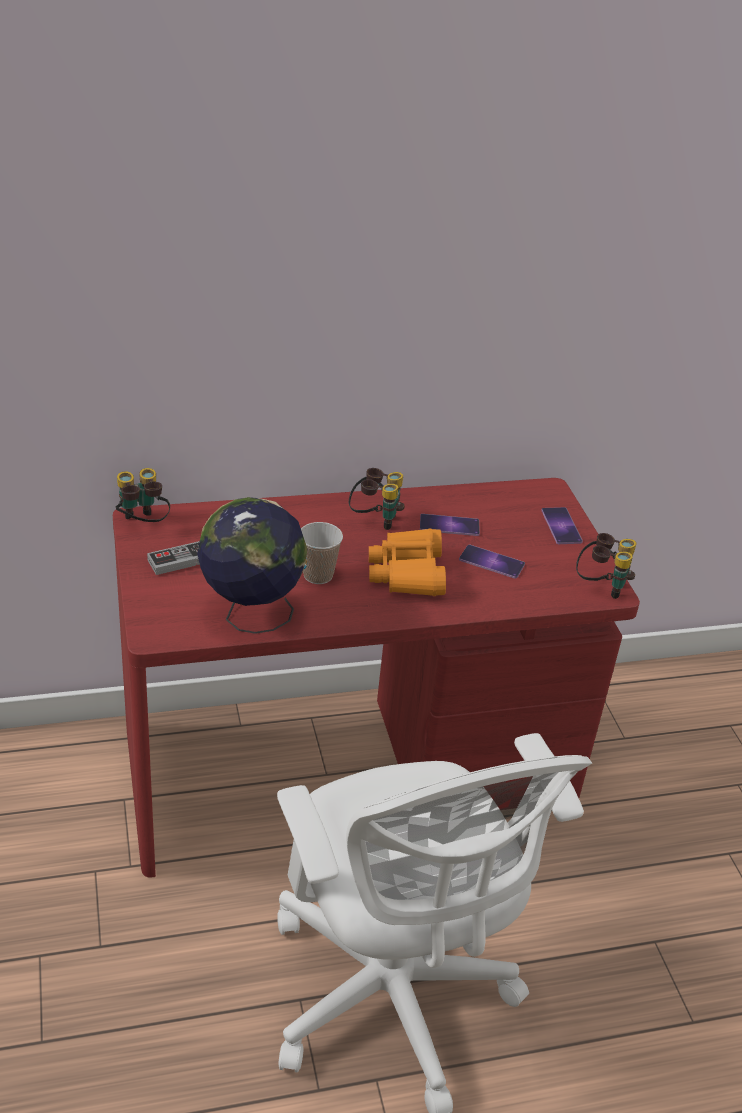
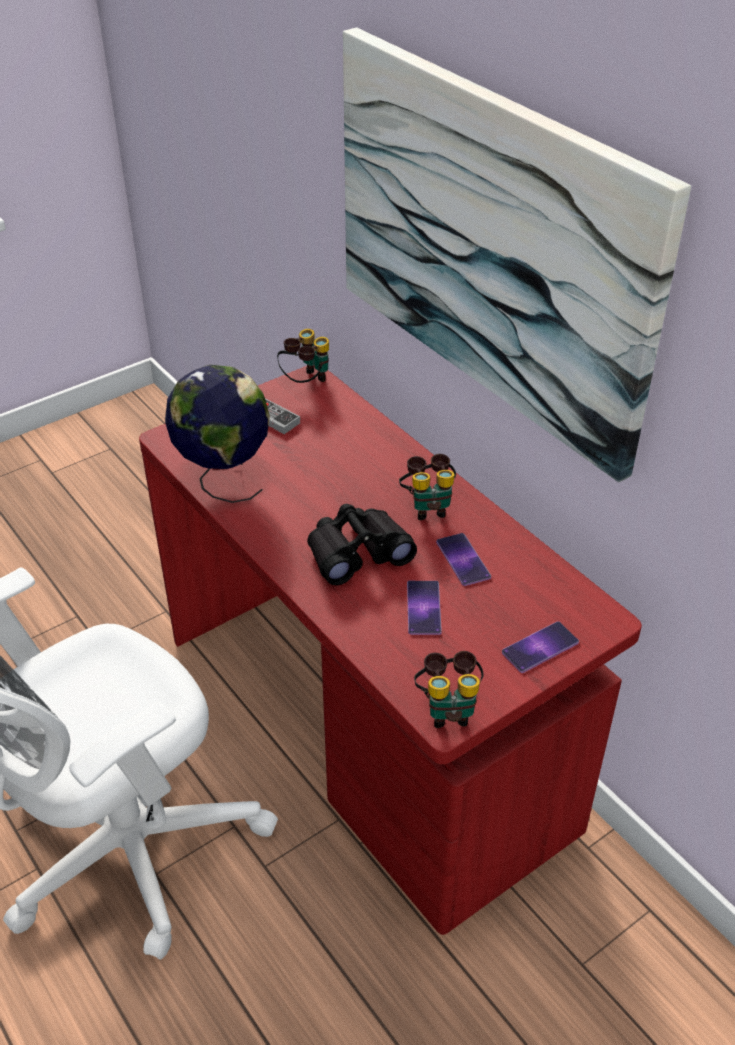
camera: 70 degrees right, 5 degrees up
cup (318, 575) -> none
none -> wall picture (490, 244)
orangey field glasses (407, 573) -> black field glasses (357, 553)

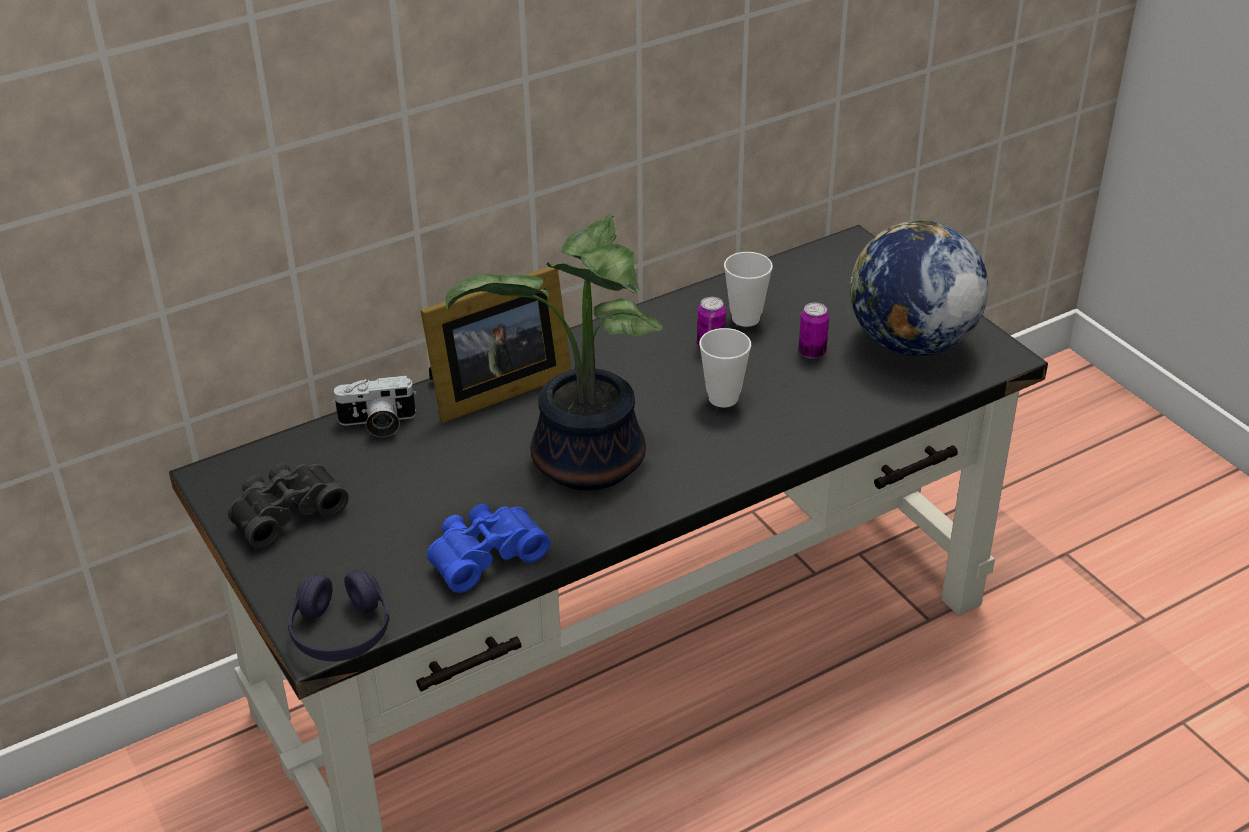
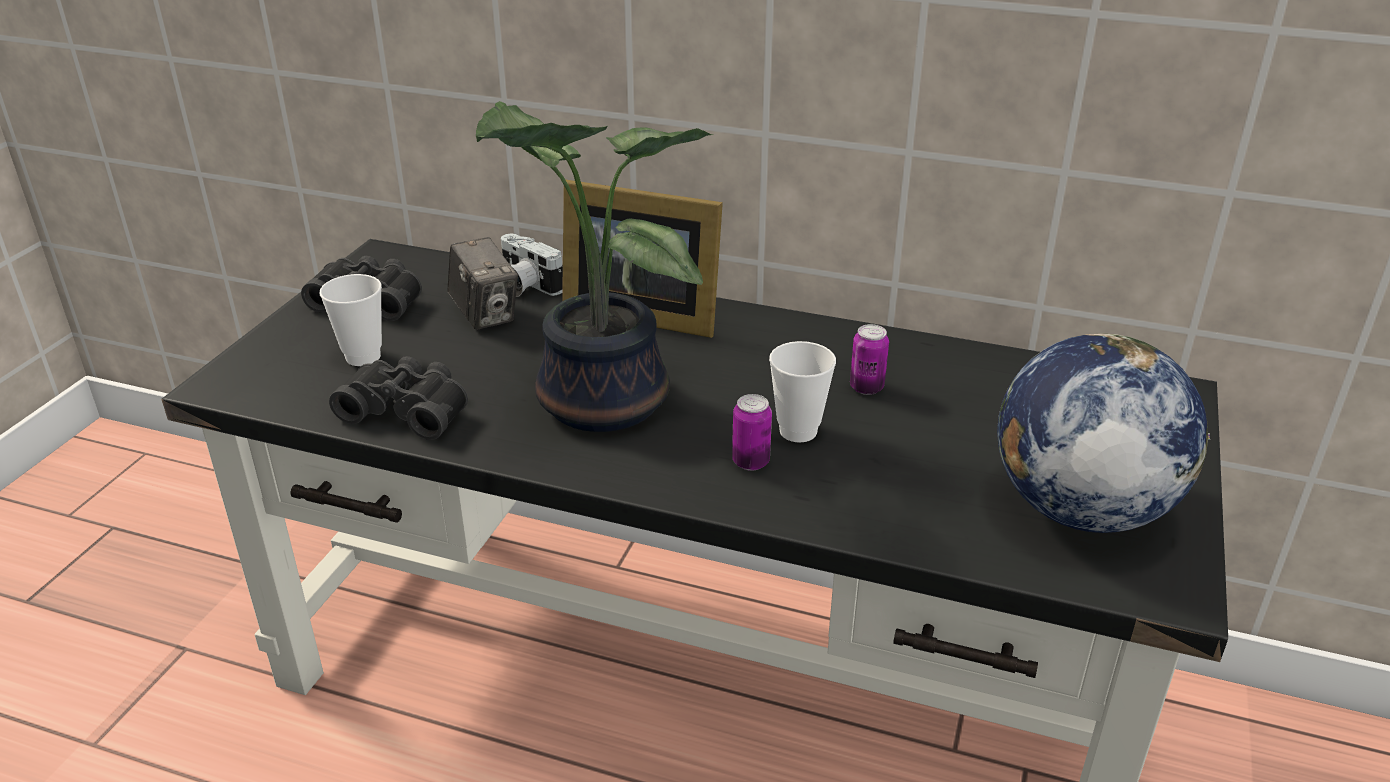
camera: 50 degrees right, 5 degrees down
purple headset (341, 631) -> none
none -> photo camera (485, 315)
cup (745, 318) -> cup (363, 357), relocated
can (812, 352) -> can (750, 462), relocated
blue field glasses (484, 554) -> black field glasses (408, 409)

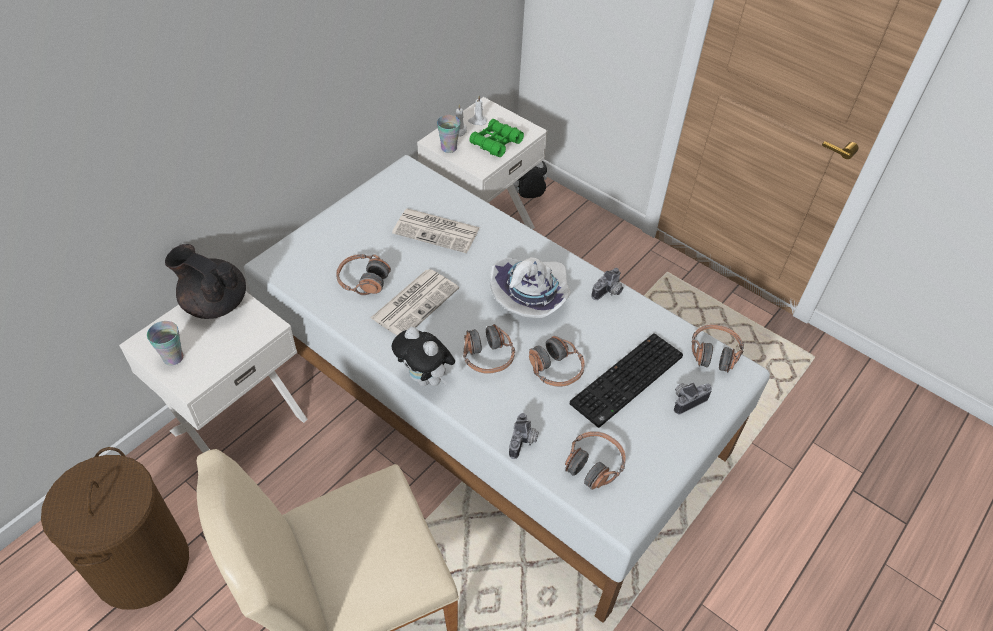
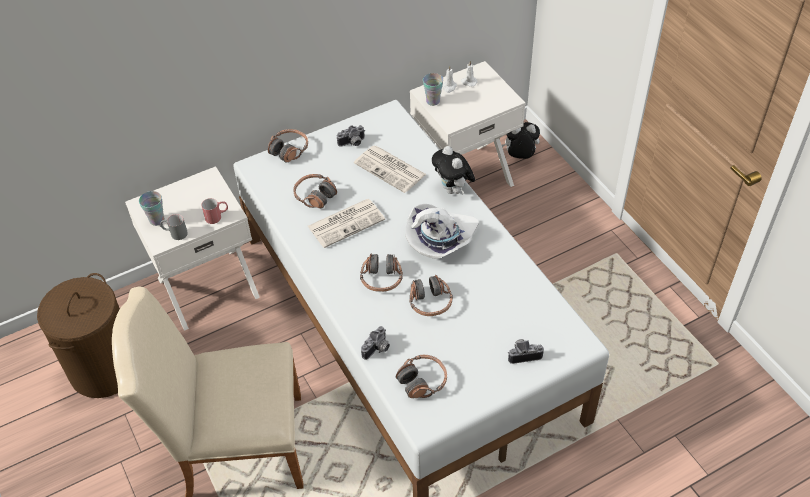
camera: 25 degrees right, 0 degrees up
black pot for tea (214, 303) -> none
green field glasses (496, 143) -> none
keyboard (627, 382) -> none
none -> grey coffee mug (175, 233)
none -> red-coloured coffee mug (217, 216)
cuddly toy (425, 379) -> cuddly toy (453, 190), relocated
photo camera (609, 292) -> photo camera (352, 143), relocated
headset (714, 353) -> headset (289, 150), relocated

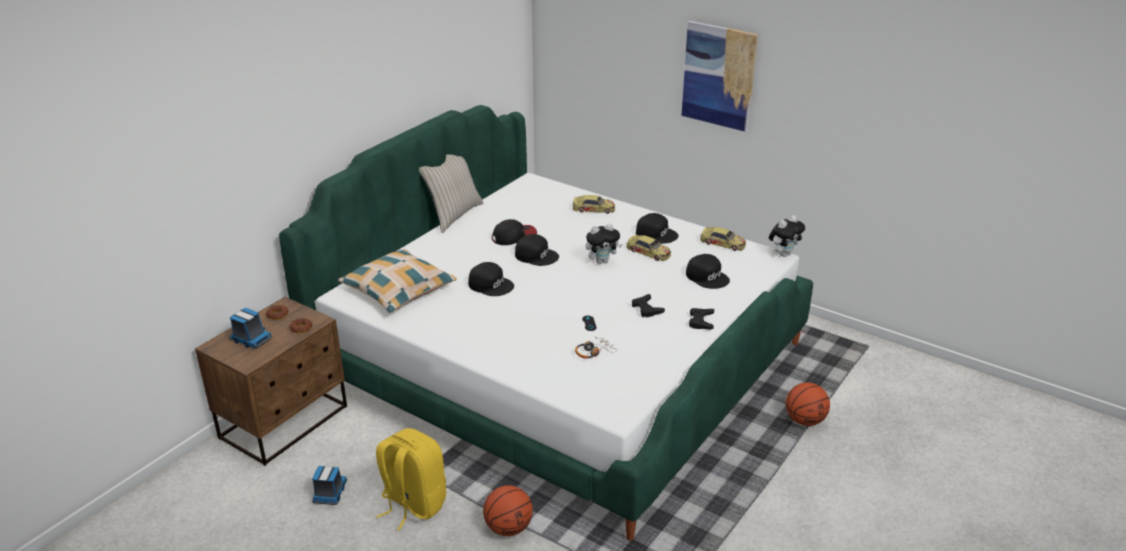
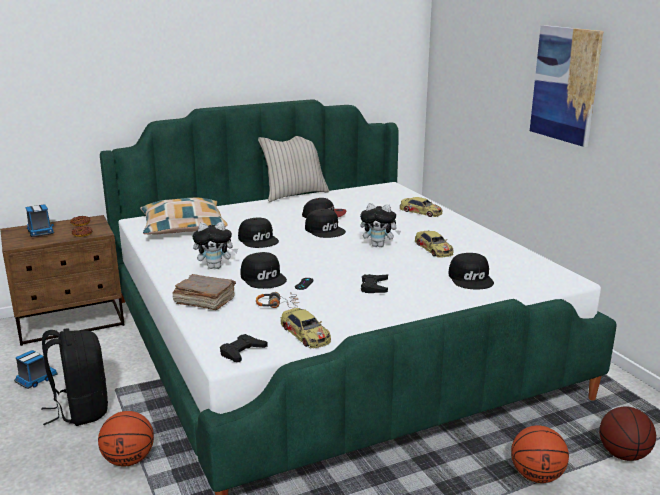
camera: 30 degrees right, 10 degrees down
none -> brown-coloured book (204, 301)
none -> ball for basketball (623, 455)
black cap (656, 234) -> black cap (264, 278), relocated
black game controller (701, 321) -> black game controller (242, 352), relocated
miniature car (723, 243) -> miniature car (305, 333), relocated
cuddly toy (784, 254) -> cuddly toy (215, 267), relocated
yellow-coloured knapsack (412, 504) -> black knapsack (80, 410)

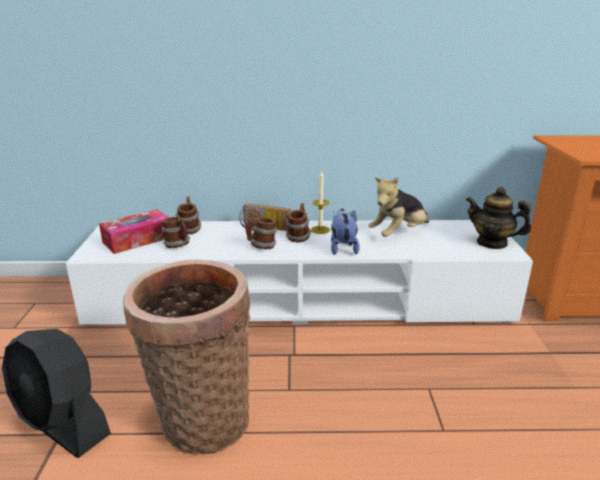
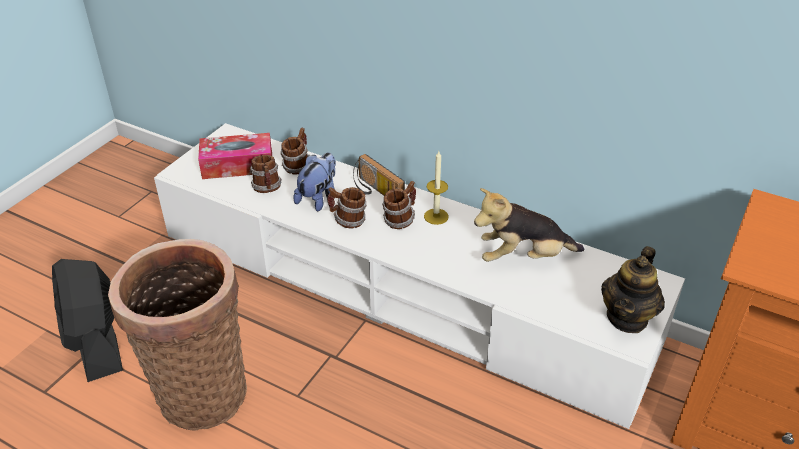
camera: 30 degrees right, 15 degrees up
cuddly toy (343, 247) -> cuddly toy (318, 197), relocated
pot for tea (492, 243) -> pot for tea (627, 318), 120 degrees counterclockwise

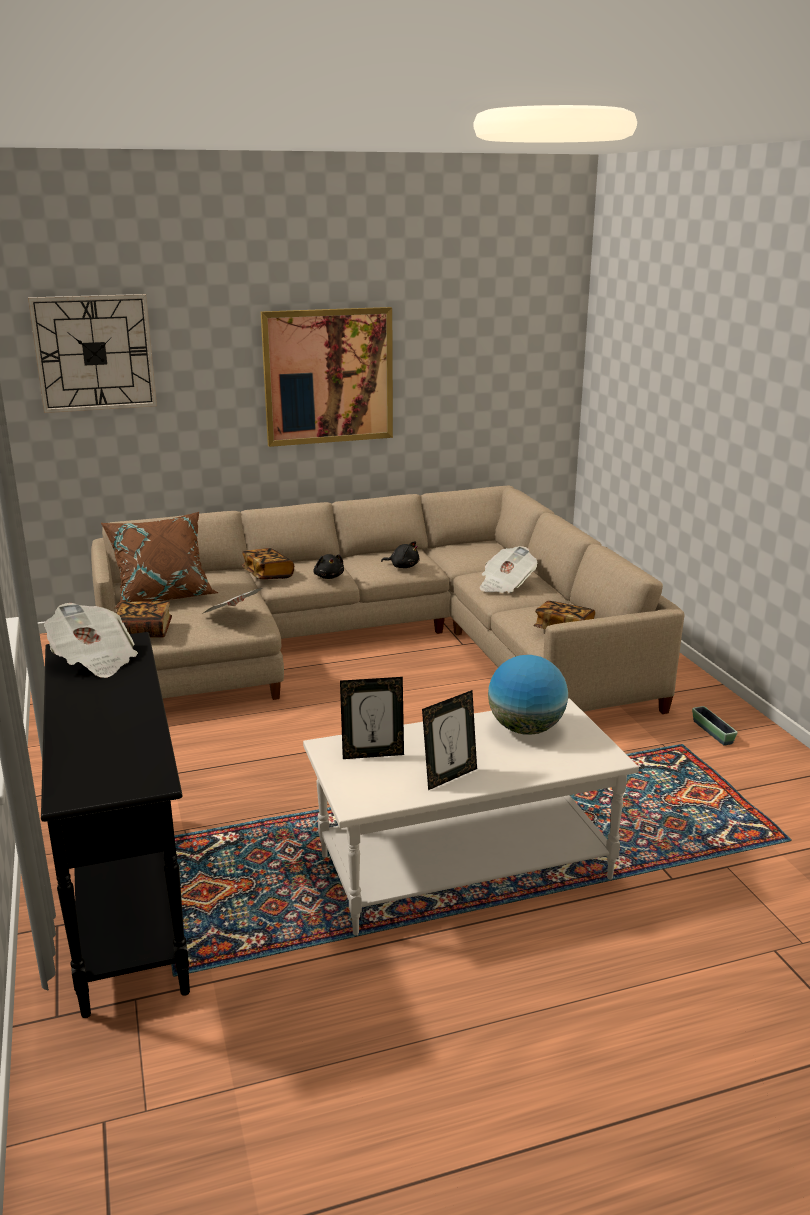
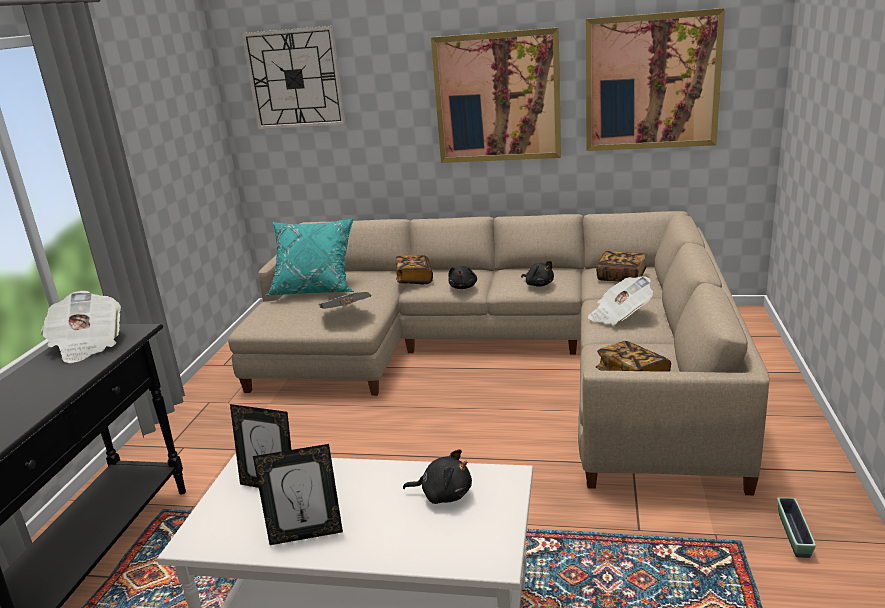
camera: 30 degrees right, 0 degrees up
none -> wall picture (651, 82)
book (144, 631) -> book (621, 277), relocated
world globe (525, 729) -> black cuddly toy (443, 494)
brown-coloured pillow (163, 596) -> blue-green pillow (315, 289)

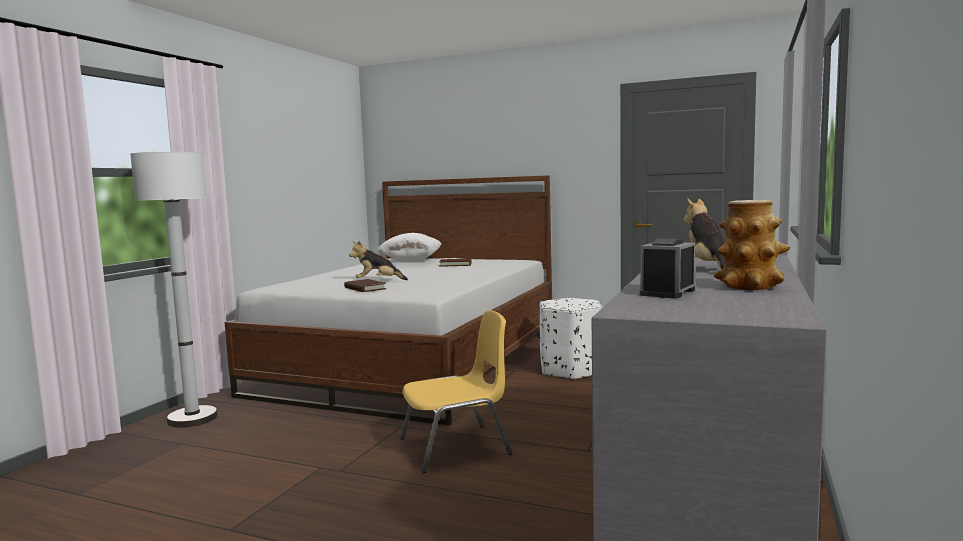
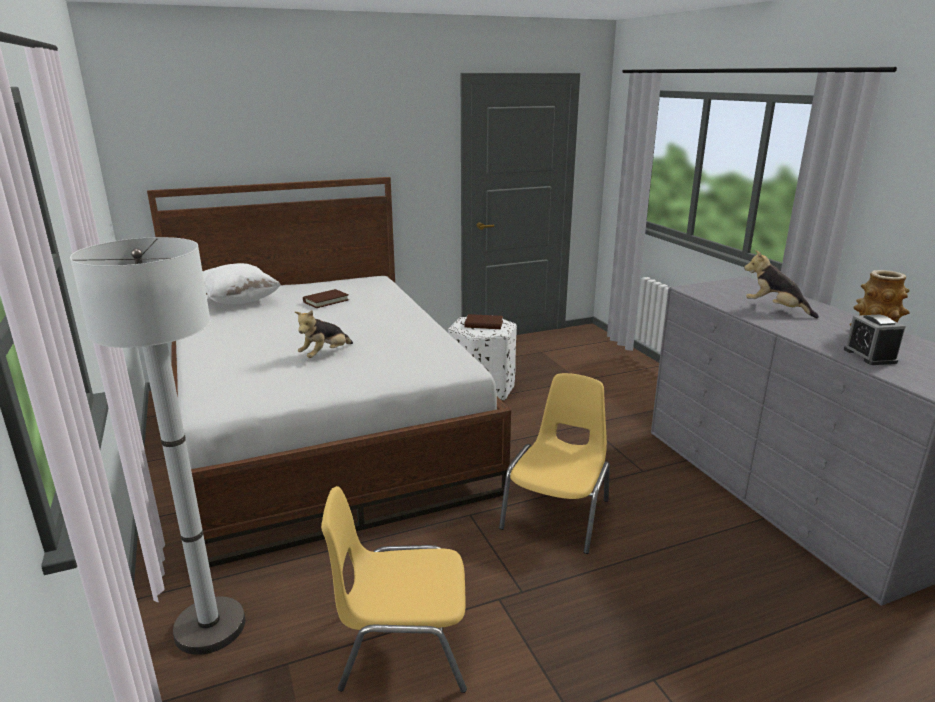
camera: 45 degrees left, 15 degrees up
none -> yellow-coloured plain chair (403, 644)
brown-coloured book (365, 288) -> brown-coloured book (483, 324), relocated

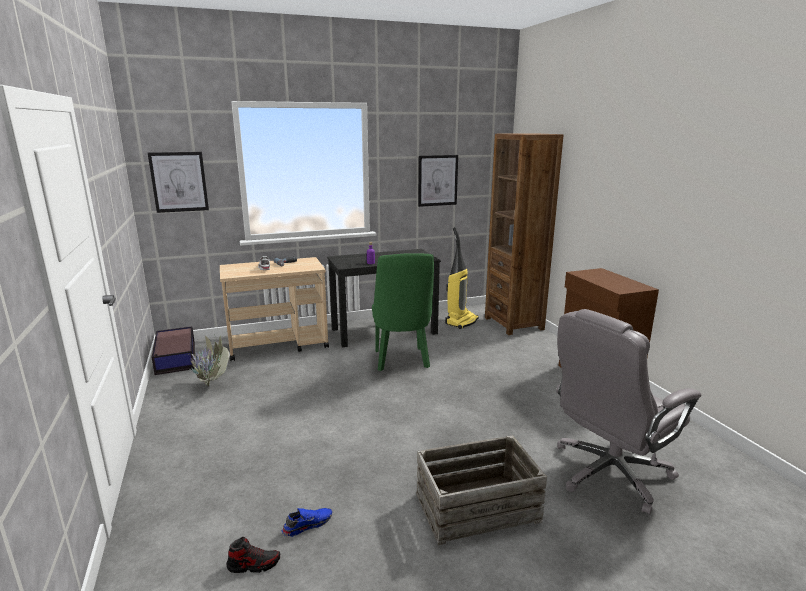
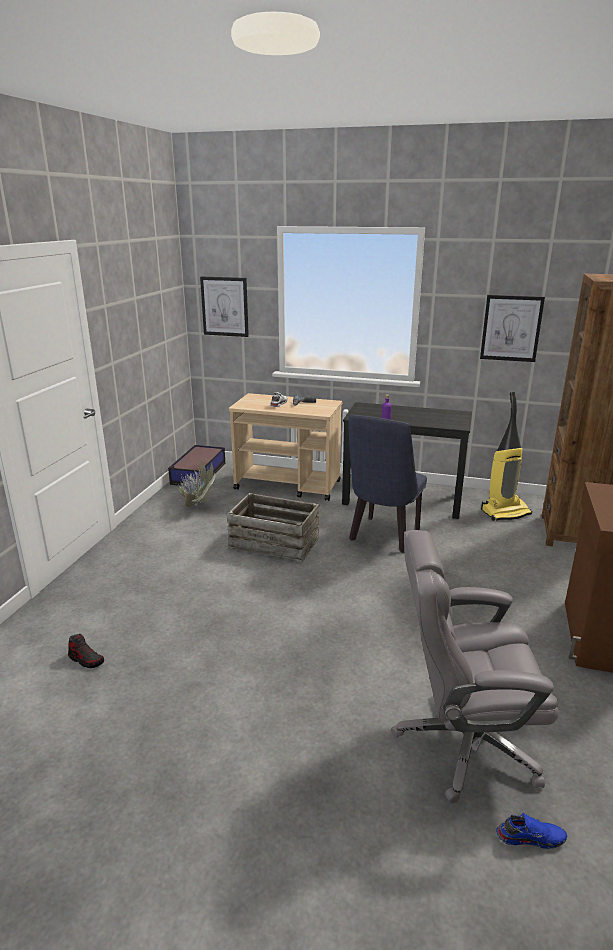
camera: 35 degrees right, 5 degrees up
blue low shoe (307, 524) -> blue low shoe (530, 836), relocated
shipping crate (477, 509) -> shipping crate (274, 544), relocated
green plain chair (402, 361) -> blue plain chair (383, 537)

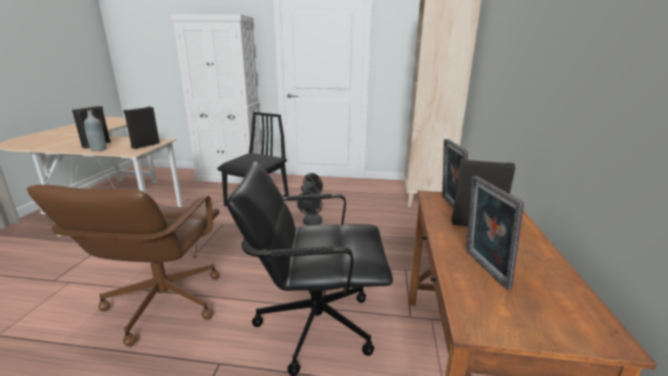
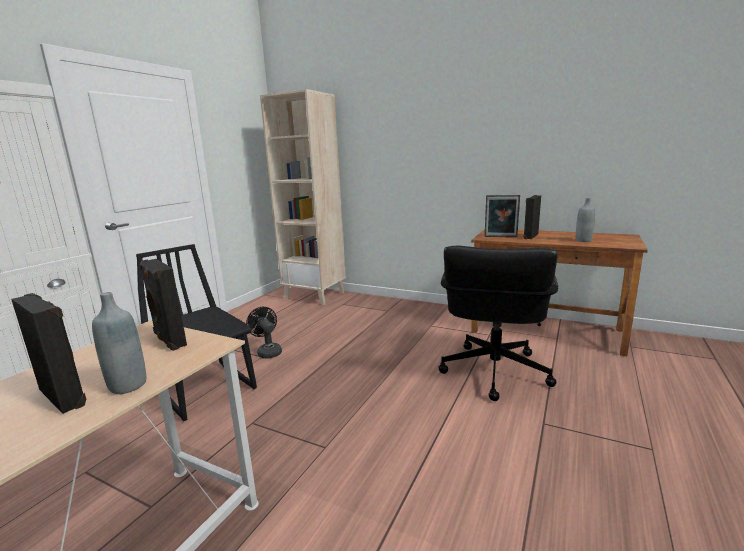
camera: 70 degrees left, 5 degrees down
brown-coloured desk chair (163, 303) -> none
black electric fan (311, 223) -> none
photo frame (483, 269) -> grey beverage bottle (583, 240)

